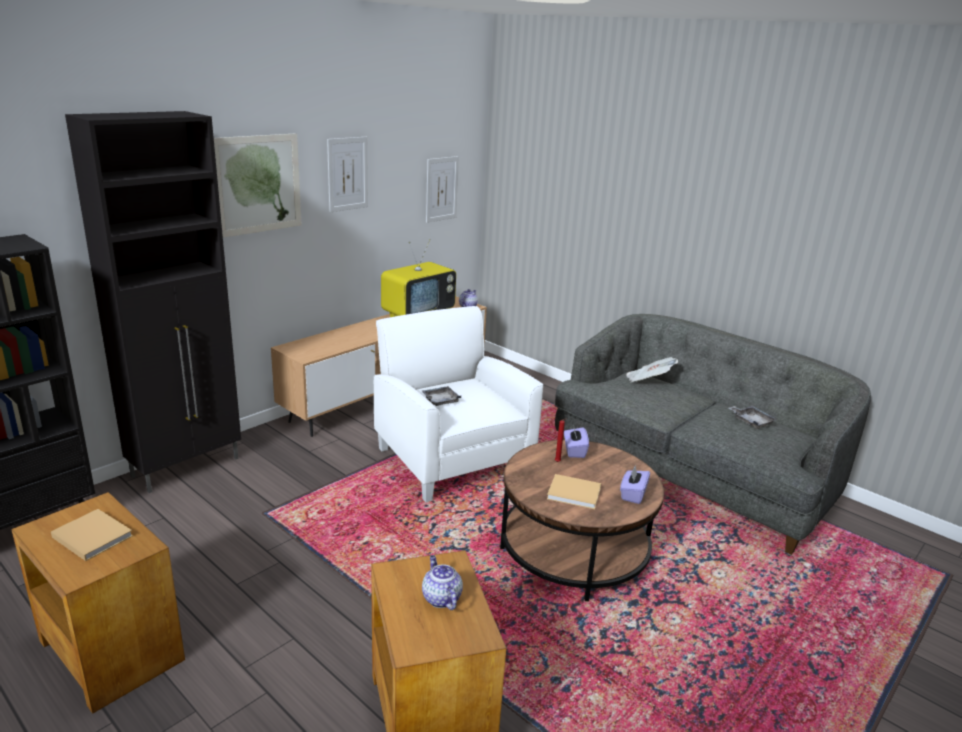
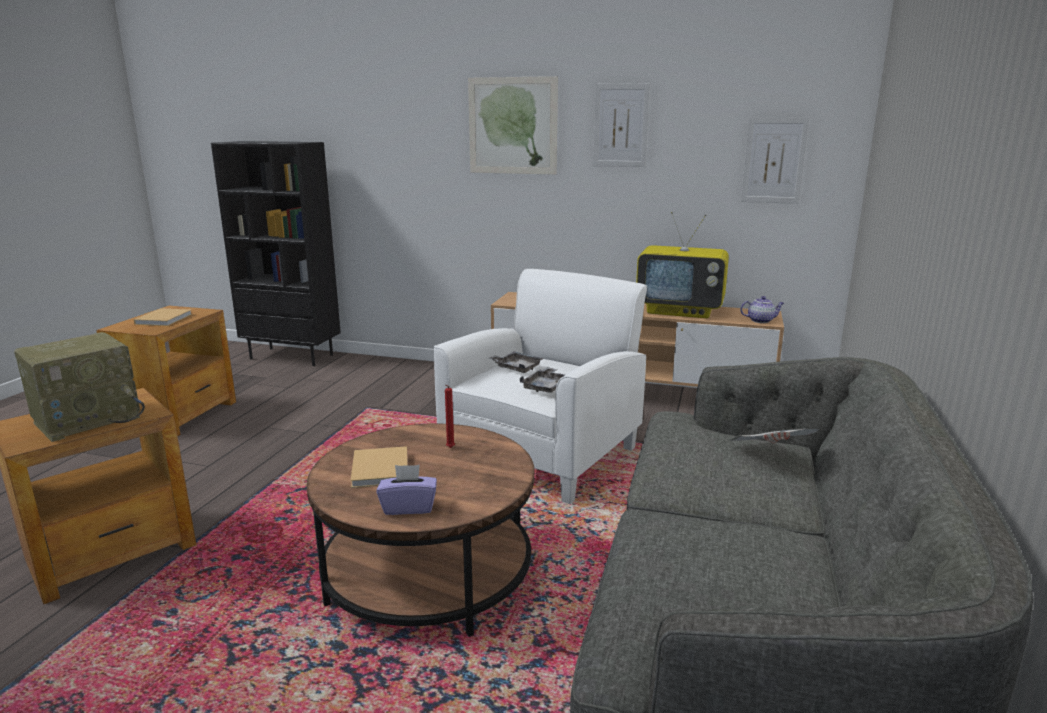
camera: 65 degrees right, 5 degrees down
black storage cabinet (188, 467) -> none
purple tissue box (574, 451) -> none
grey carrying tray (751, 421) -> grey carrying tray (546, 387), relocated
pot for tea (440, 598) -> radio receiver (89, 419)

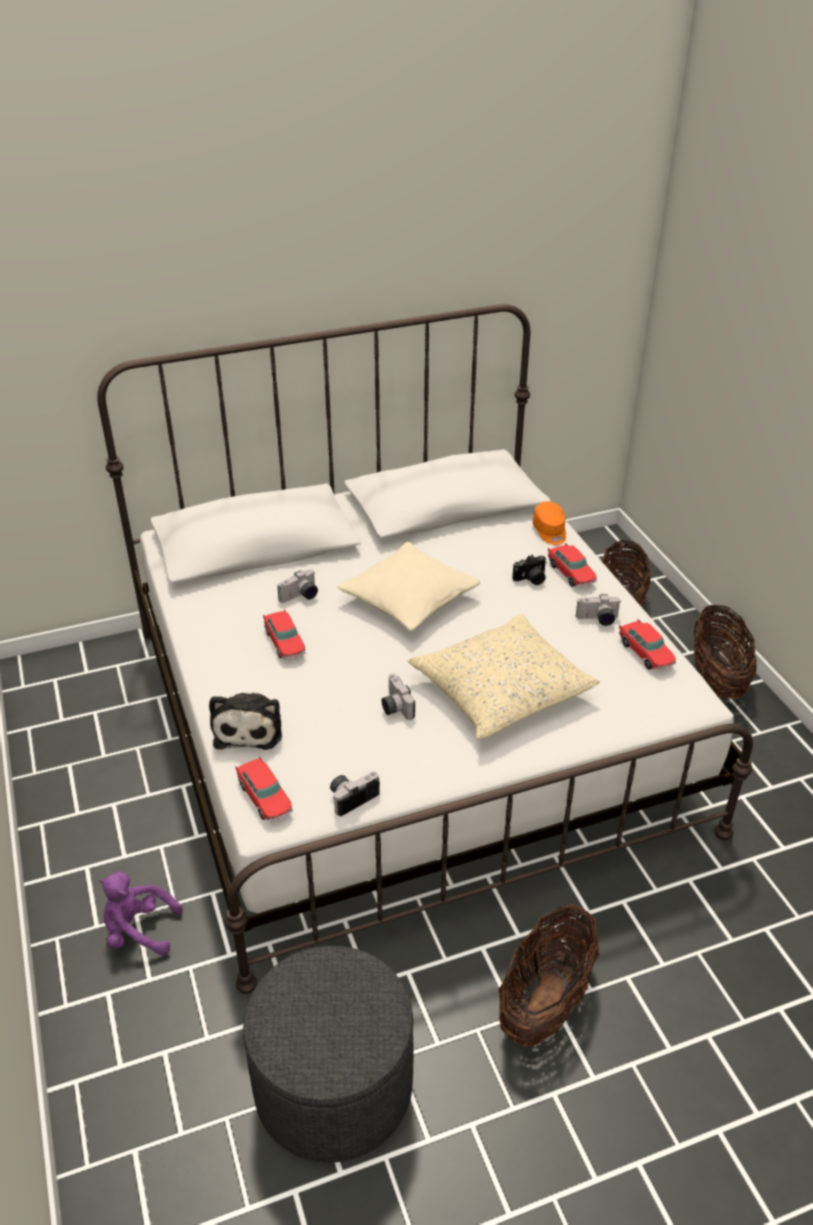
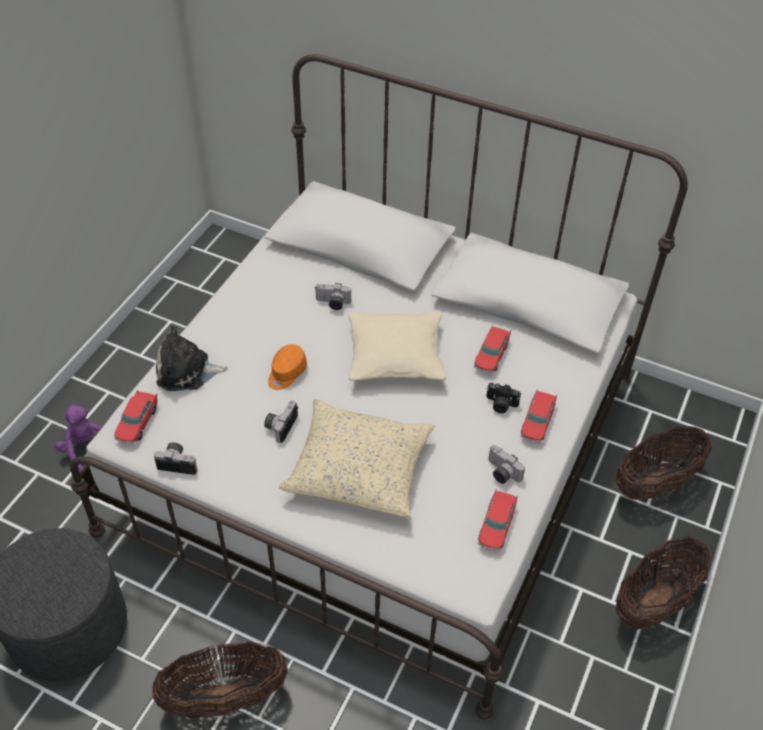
camera: 45 degrees right, 10 degrees up
miniature car (285, 642) -> miniature car (491, 355), relocated
orangey cap (550, 531) -> orangey cap (286, 373), relocated
cuddly toy (249, 728) -> cuddly toy (187, 371), 45 degrees clockwise

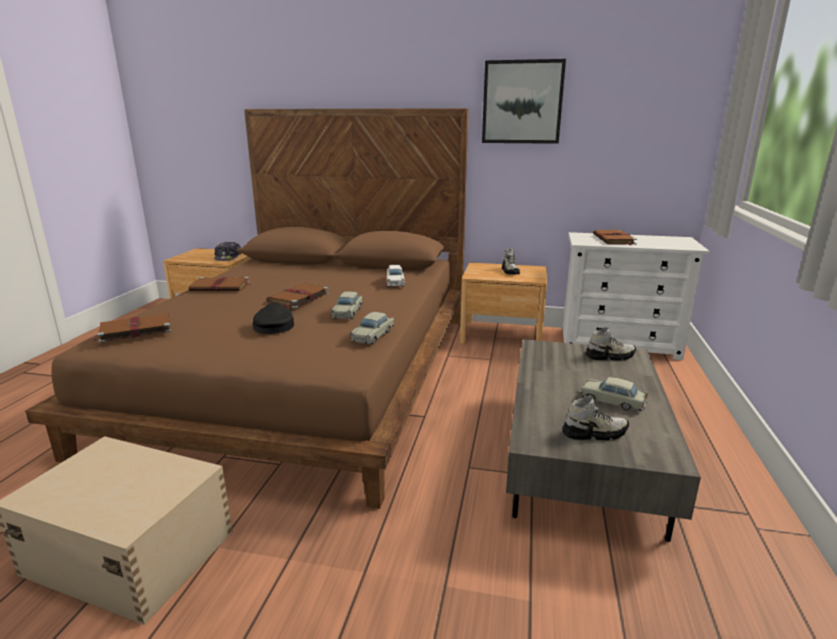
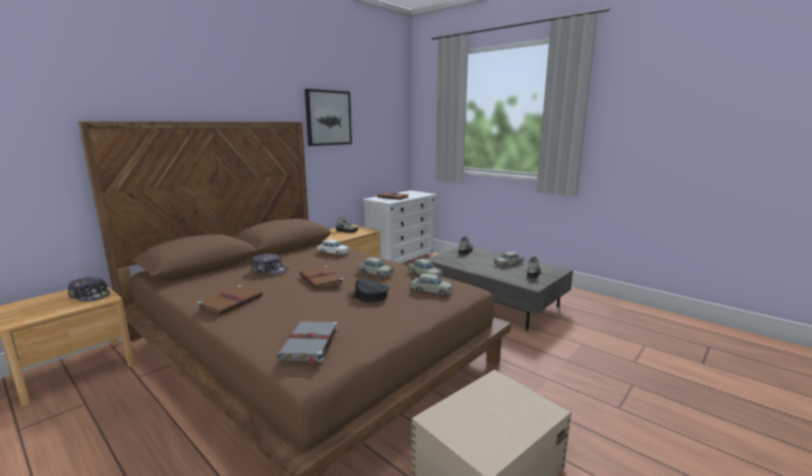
camera: 60 degrees left, 5 degrees down
none -> cap (270, 270)
none -> beige-coloured miniature car (431, 290)
brown-coloured book (134, 330) -> grey book (309, 344)

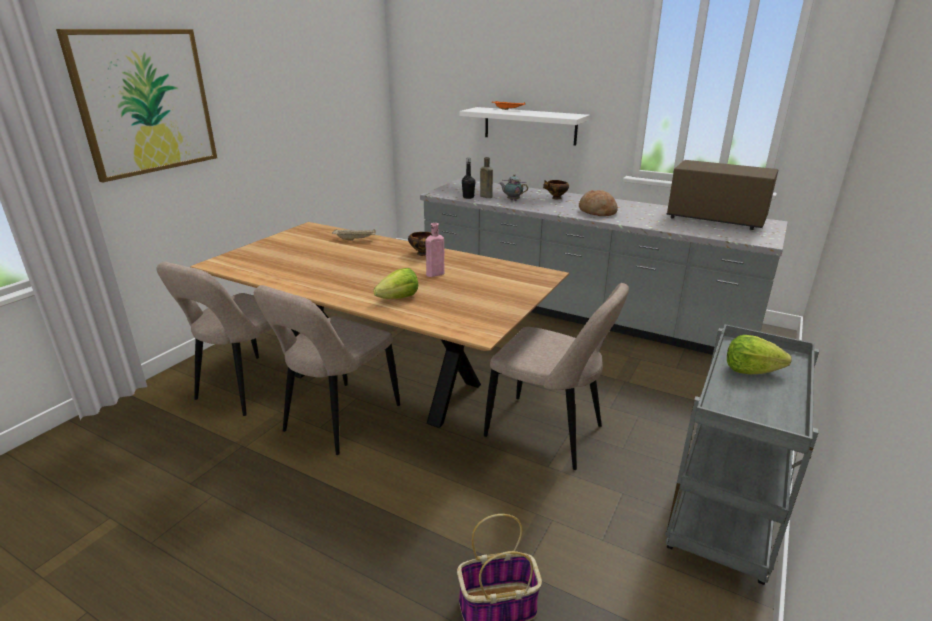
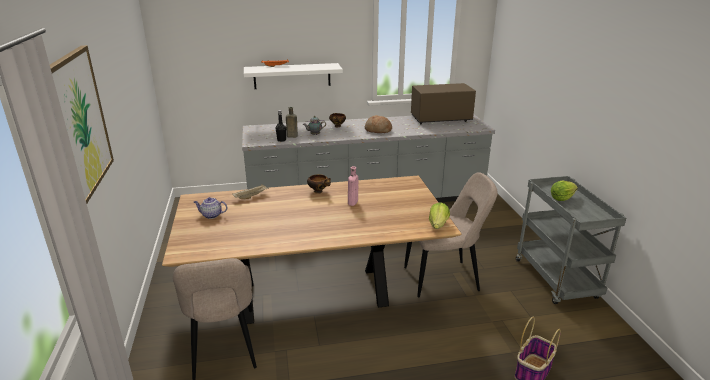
camera: 40 degrees left, 0 degrees up
beige-coloured plain chair (338, 421) -> none
none -> pot for tea (211, 215)
lettuce (399, 298) -> lettuce (438, 225), relocated

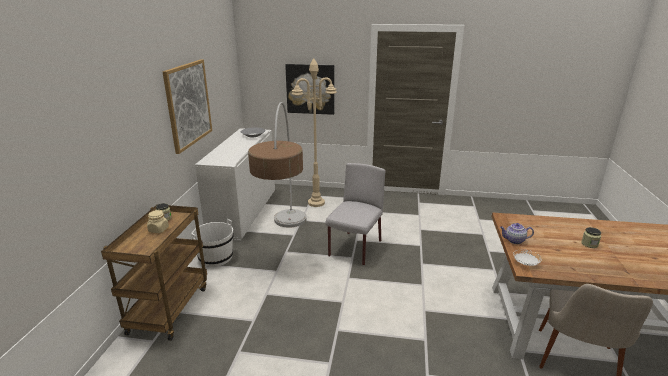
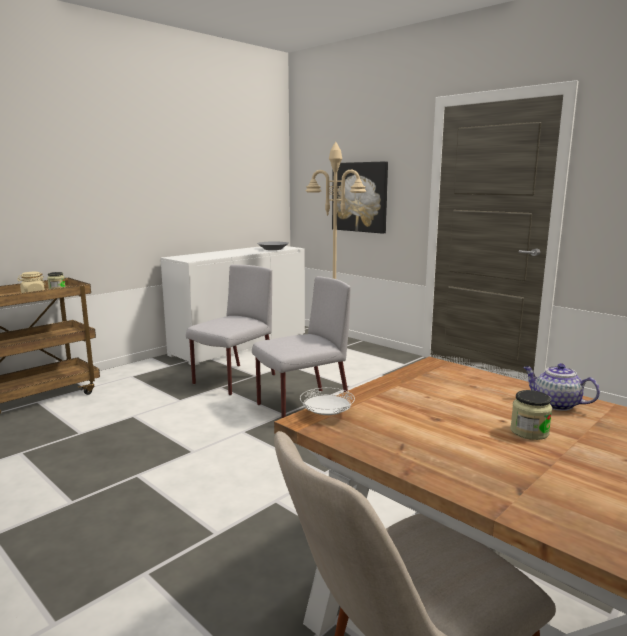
camera: 35 degrees right, 10 degrees down
wall picture (188, 104) -> none
white-coloured water bucket (215, 257) -> none
pot for tea (514, 240) -> pot for tea (555, 404), relocated
standing lamp (286, 243) -> grey plain chair (233, 380)

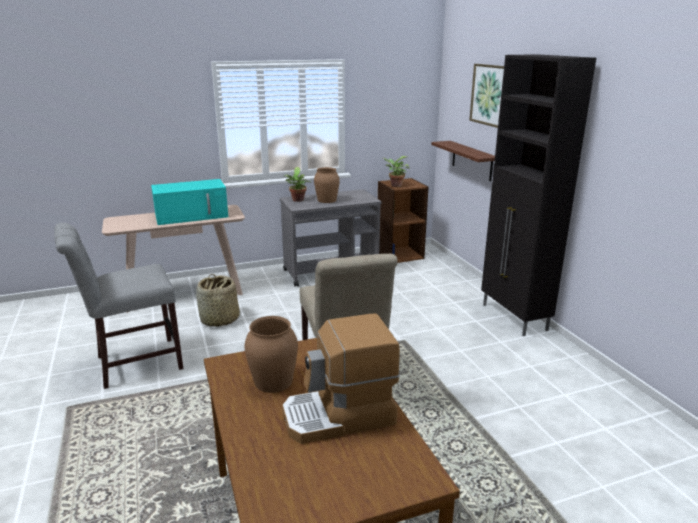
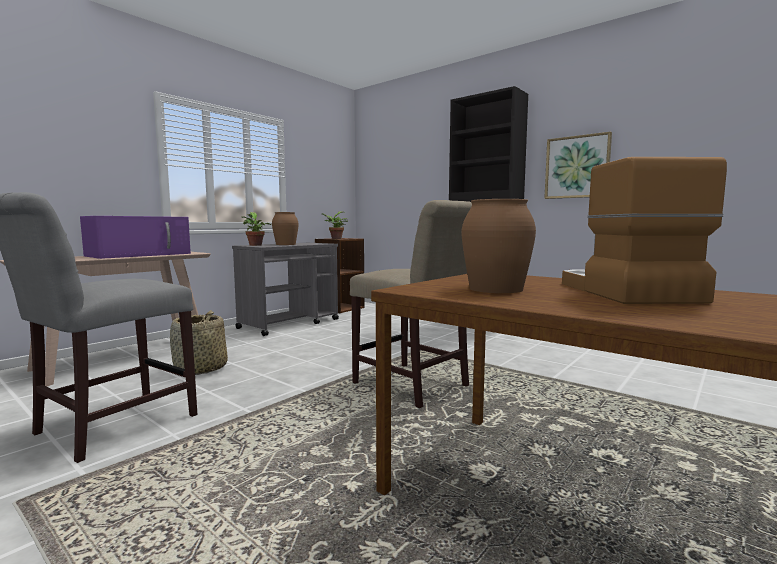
camera: 30 degrees left, 15 degrees down
wall shelf (472, 160) -> none
wall picture (490, 95) -> wall picture (577, 167), relocated
blue-green kitchen microwave (192, 215) -> purple kitchen microwave (140, 254)
coffee machine (339, 416) -> coffee machine (623, 292), 135 degrees clockwise

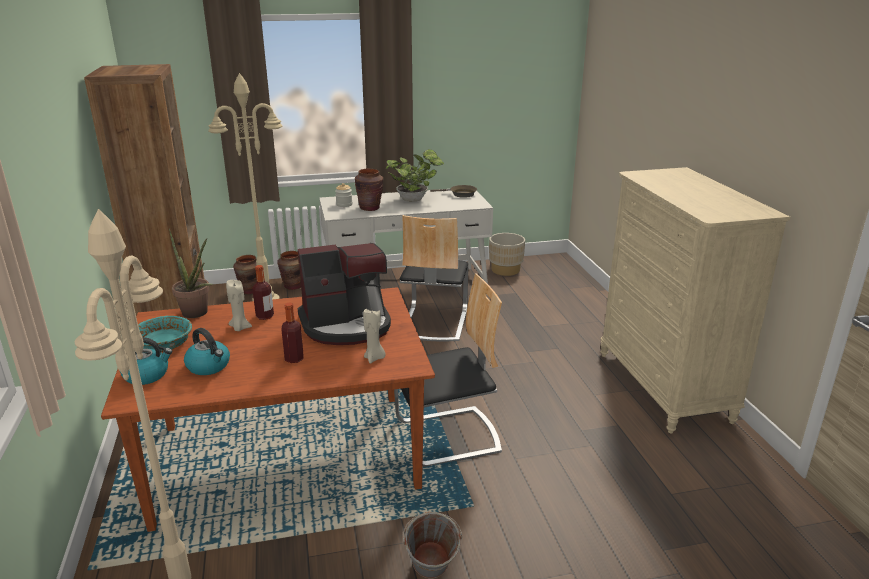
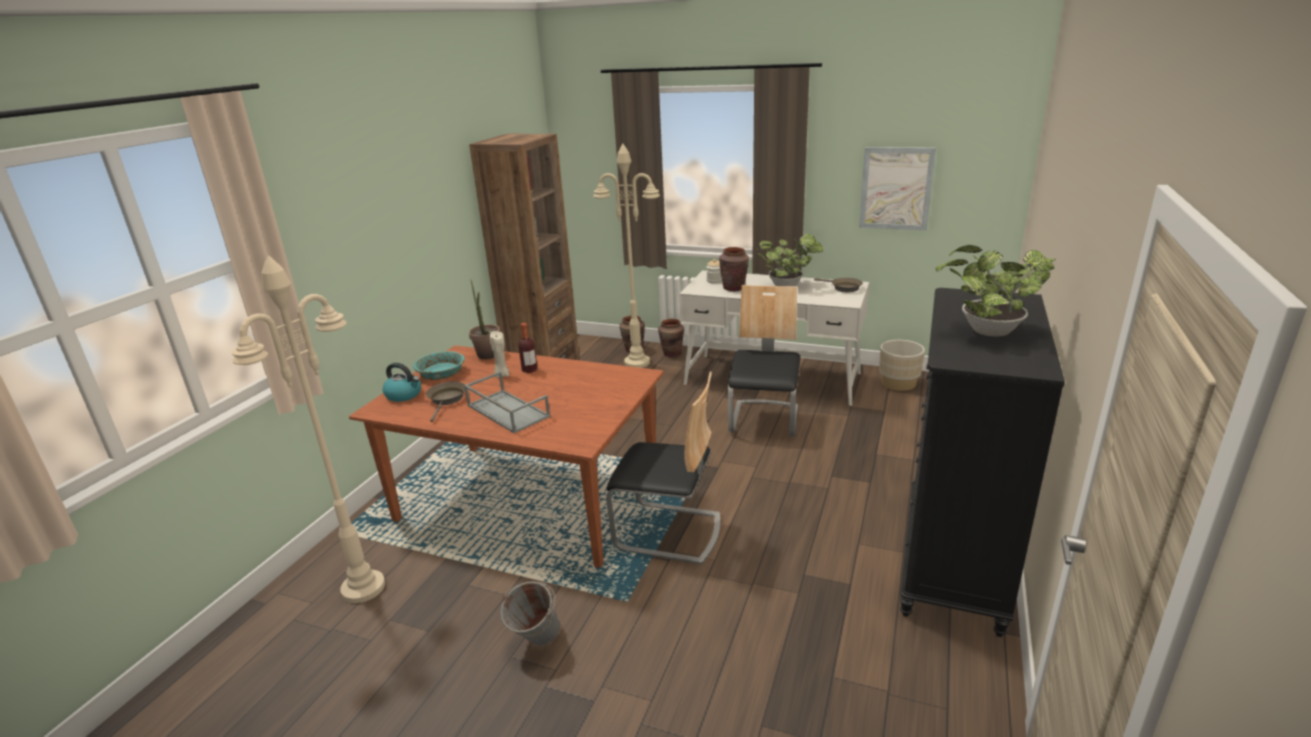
camera: 35 degrees right, 0 degrees up
coffee machine (346, 325) -> none
beige-coloured wax light (374, 358) -> none
none -> wall picture (896, 188)
none -> plant in a pot (986, 332)
tea kettle (209, 366) -> brown-coloured skillet (447, 400)
beverage bottle (294, 359) -> grey carrying tray (506, 411)
beige-coloured dresser (663, 386) -> black dresser (953, 563)
plain chair (433, 322) -> plain chair (764, 420), 150 degrees clockwise

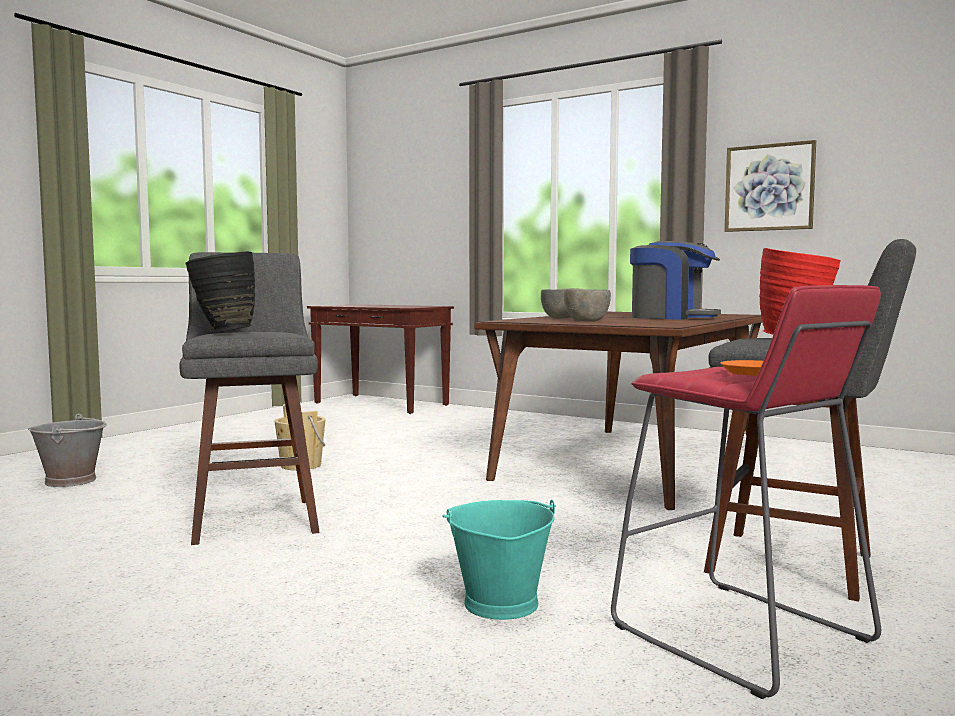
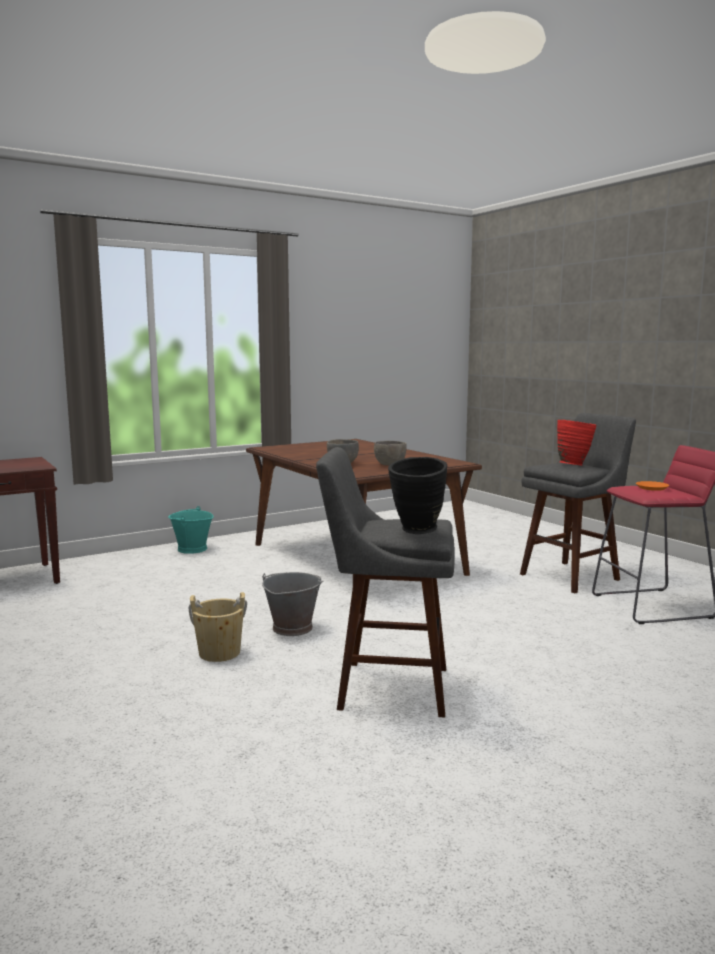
camera: 65 degrees left, 5 degrees up
coffee machine (672, 317) -> none
wall picture (769, 187) -> none
grey water bucket (71, 481) -> grey water bucket (292, 628), relocated
blue-green water bucket (499, 603) -> blue-green water bucket (192, 549), relocated

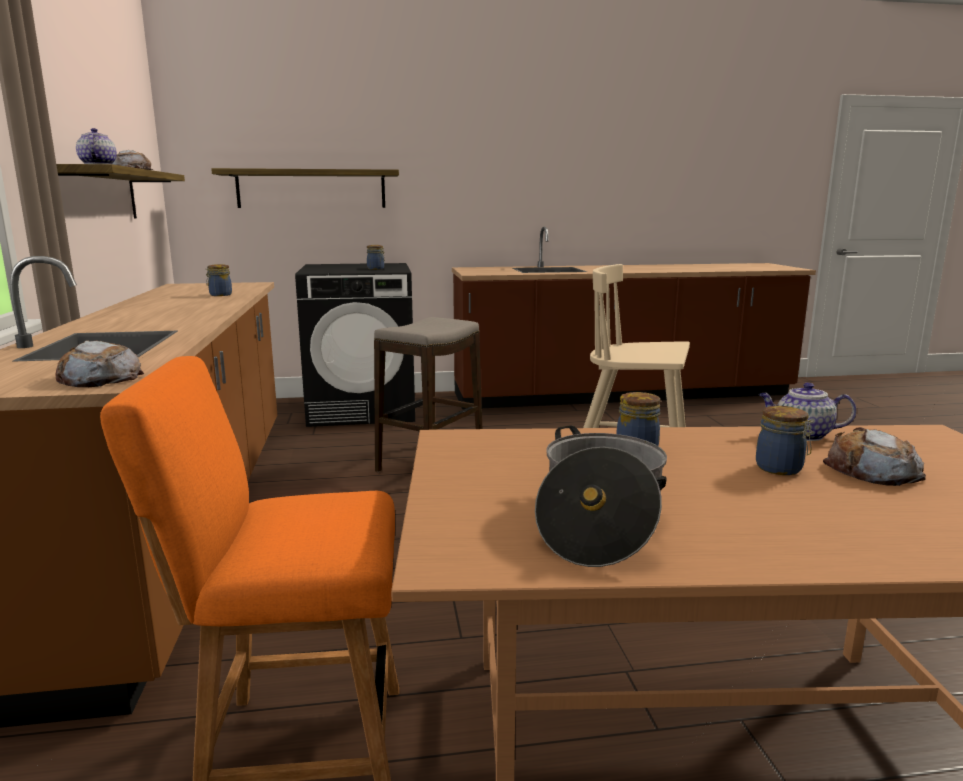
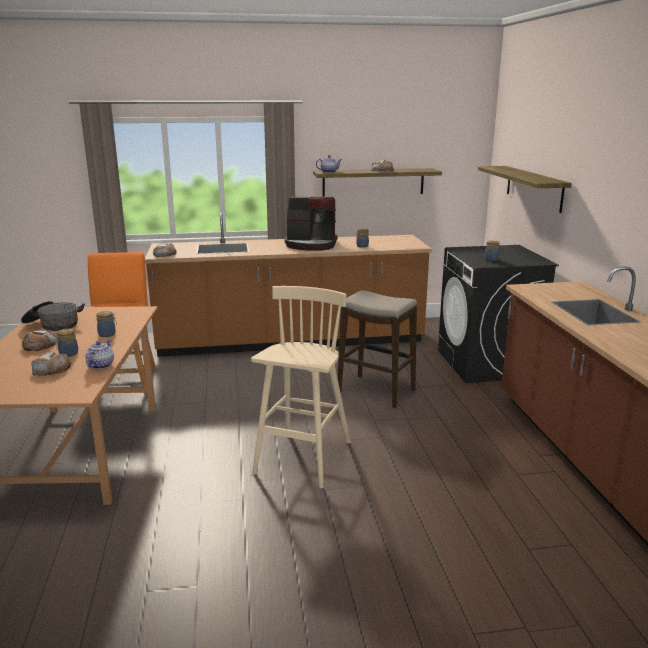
camera: 90 degrees right, 5 degrees up
none -> bakery bread (39, 345)
none -> coffee machine (311, 245)

